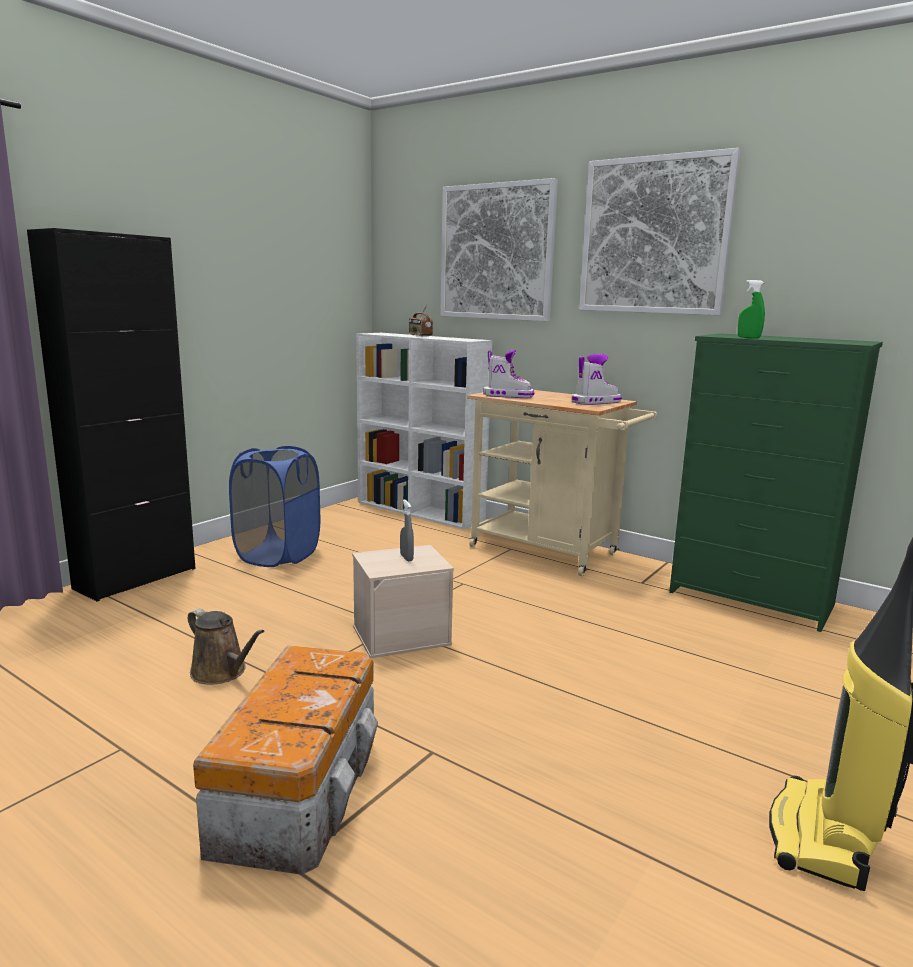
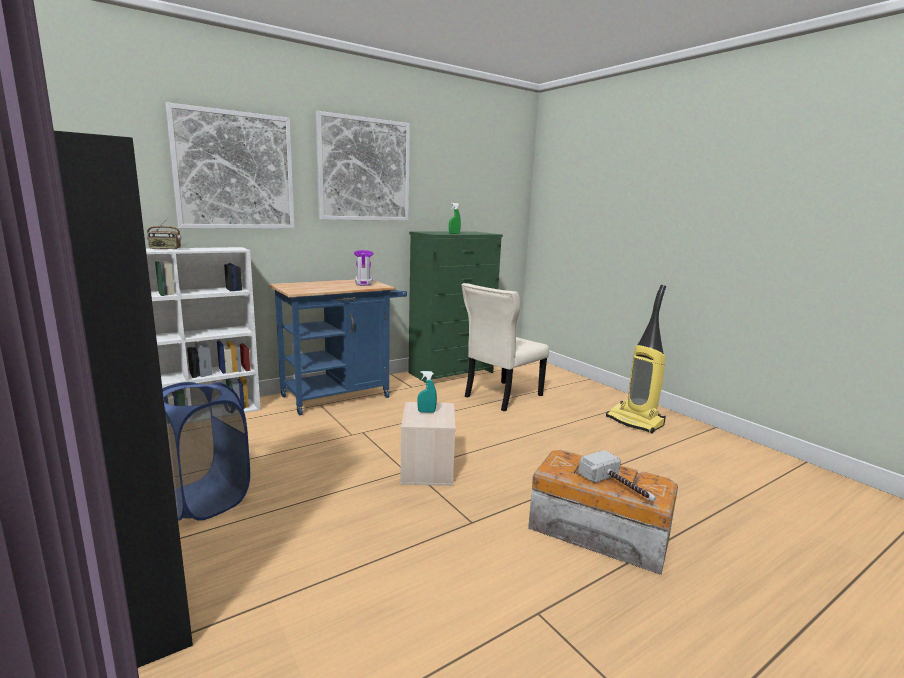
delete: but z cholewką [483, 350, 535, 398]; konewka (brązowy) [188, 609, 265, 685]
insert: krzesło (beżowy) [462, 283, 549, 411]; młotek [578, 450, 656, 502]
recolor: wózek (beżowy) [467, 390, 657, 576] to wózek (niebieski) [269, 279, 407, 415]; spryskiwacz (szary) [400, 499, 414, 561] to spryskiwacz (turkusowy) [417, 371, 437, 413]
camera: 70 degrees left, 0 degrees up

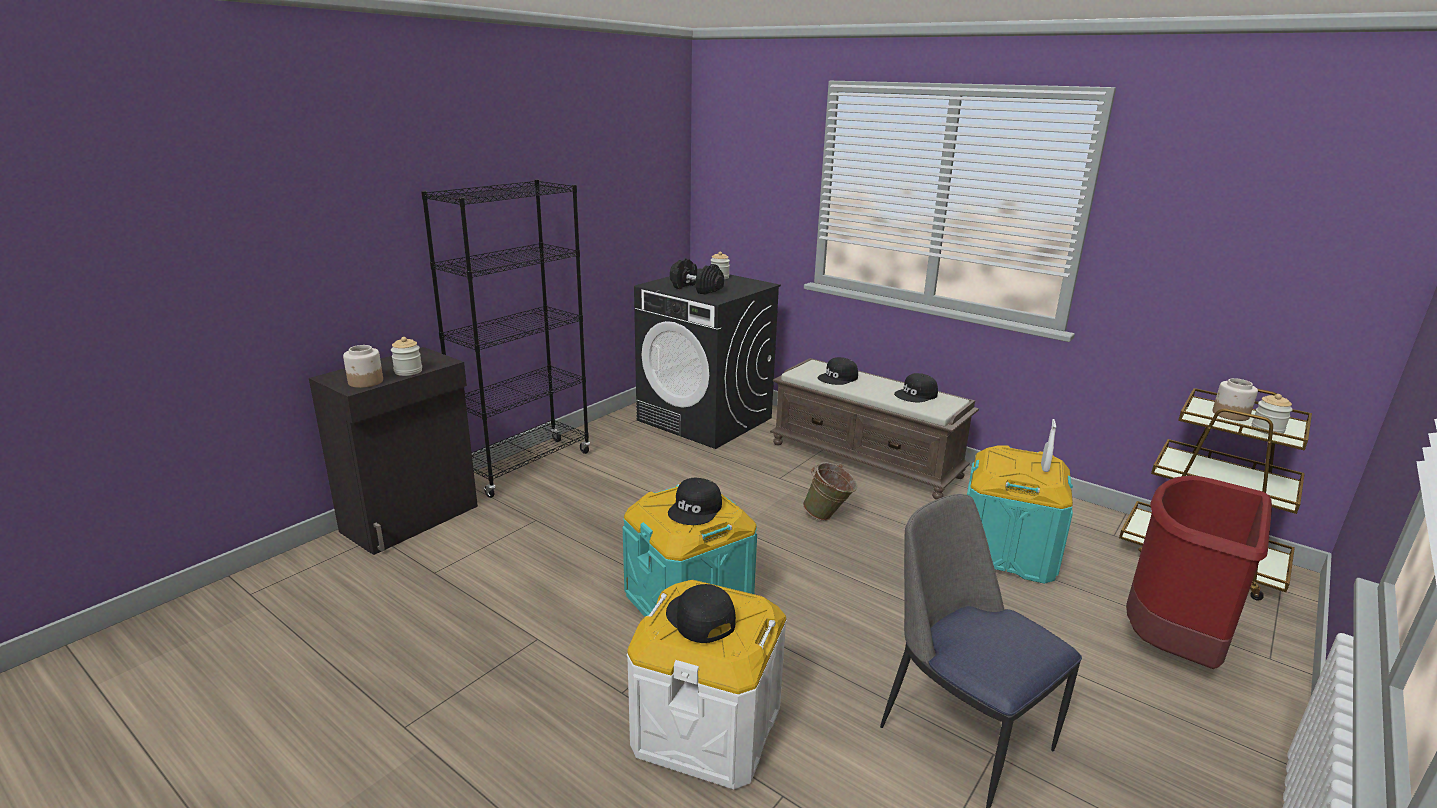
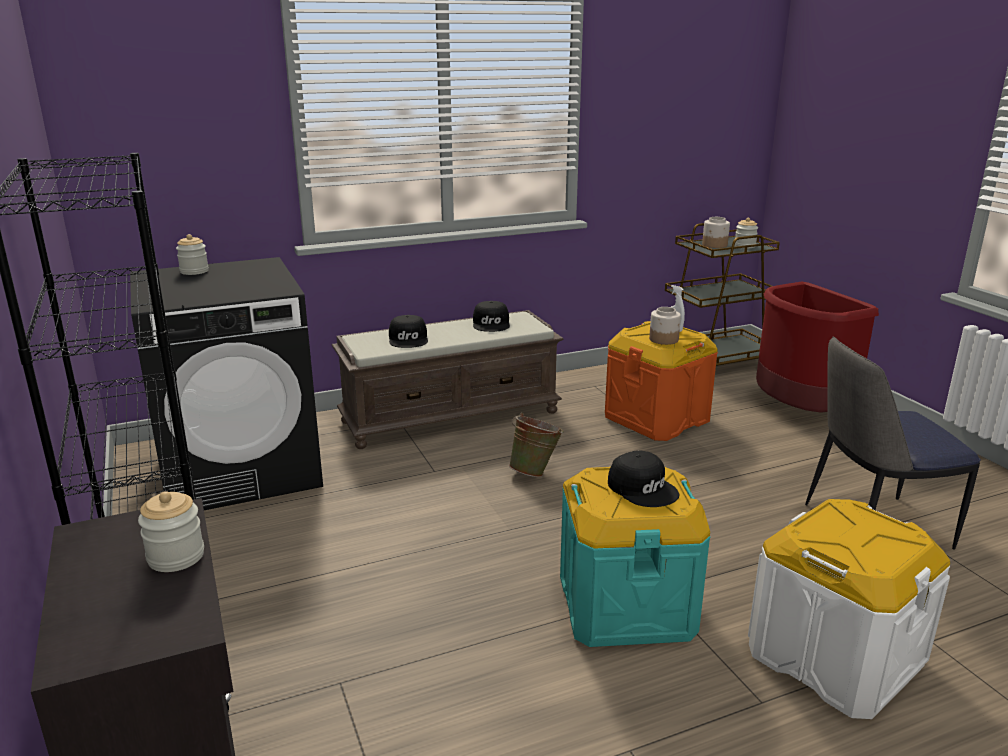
delete: hantel (czarny) [670, 259, 724, 295]; czapka z daszkiem (czarny) [666, 584, 736, 643]
move: słoik [343, 345, 383, 388] to [649, 307, 681, 345]
recolor: pojemnik do przechowywania (turkusowy) [967, 446, 1073, 584] to pojemnik do przechowywania (pomarańczowy) [605, 321, 718, 441]
camera: 60 degrees left, 0 degrees up

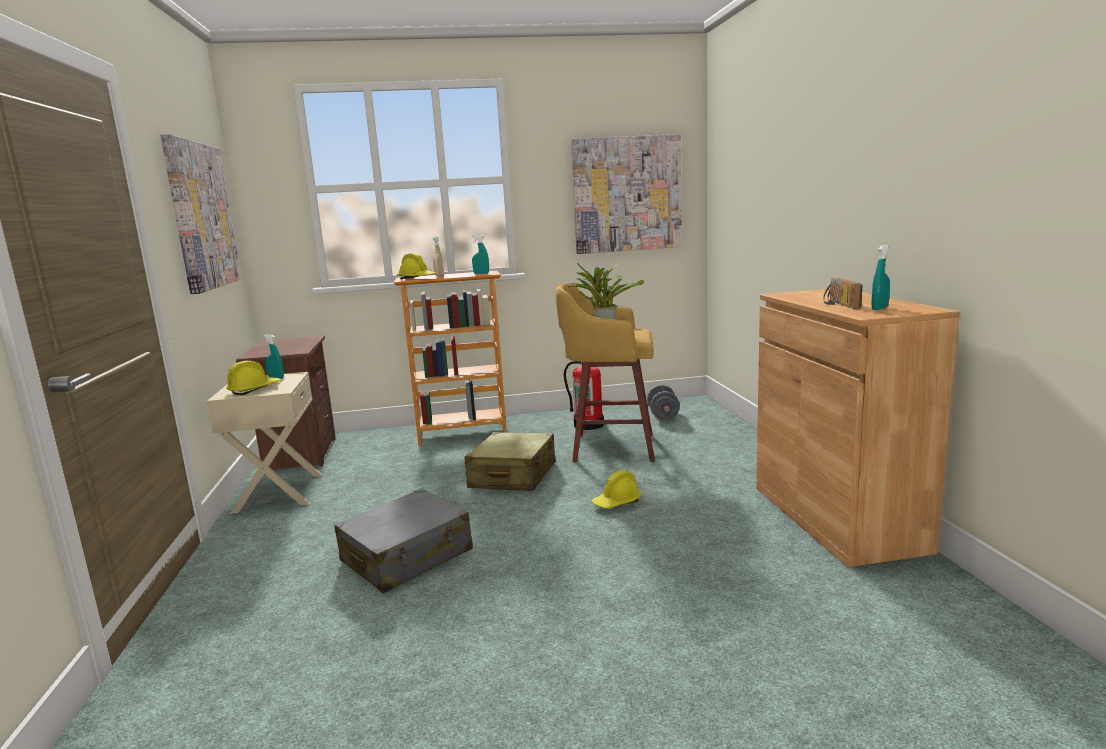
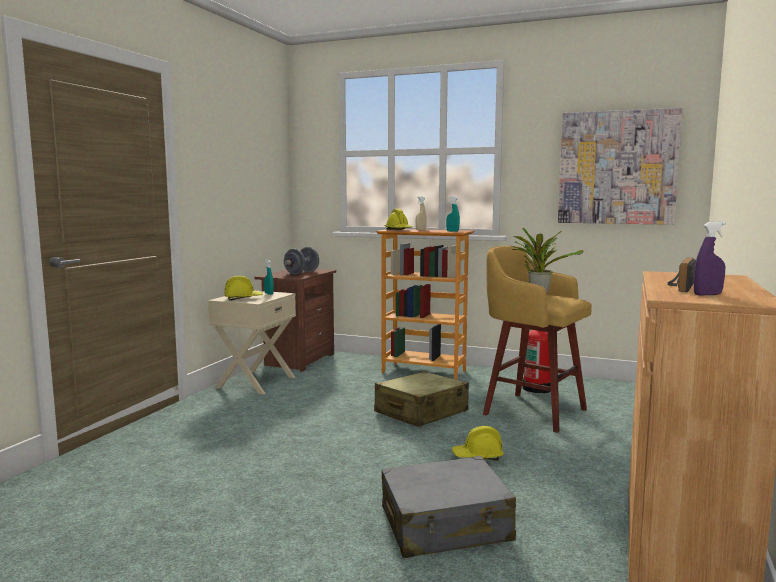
delete: obraz [160, 134, 242, 294]
move: hantel (szary) [647, 385, 680, 420] to [284, 247, 319, 274]; walizka (szary) [334, 489, 473, 593] to [382, 456, 516, 558]
recolor: spryskiwacz (turkusowy) [871, 245, 890, 310] to spryskiwacz (fioletowy) [694, 221, 726, 296]
camera: 30 degrees right, 5 degrees down

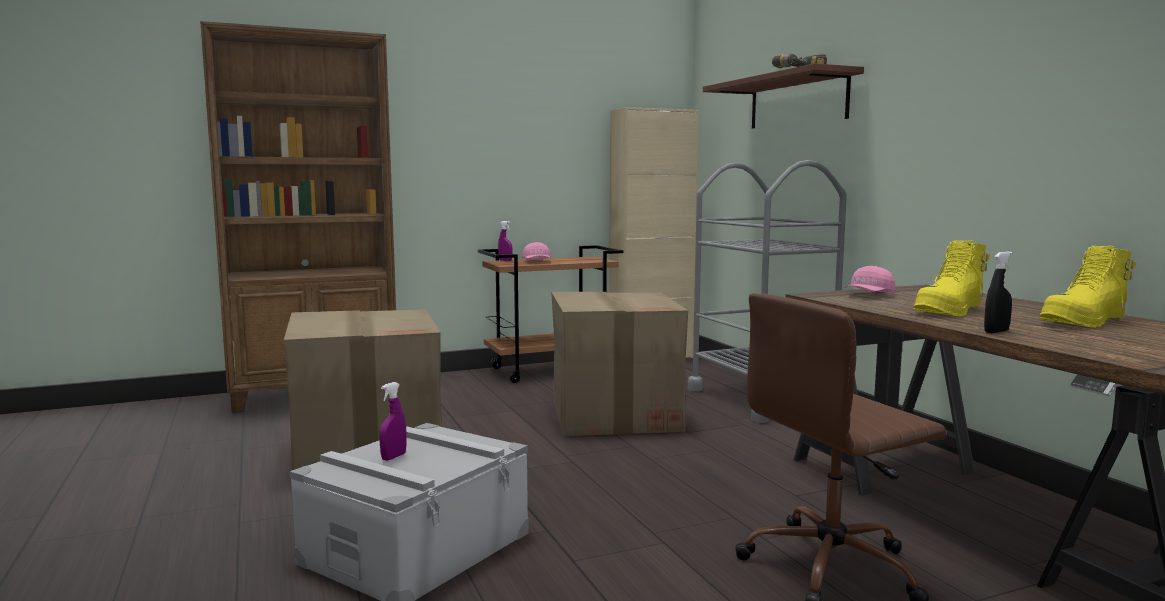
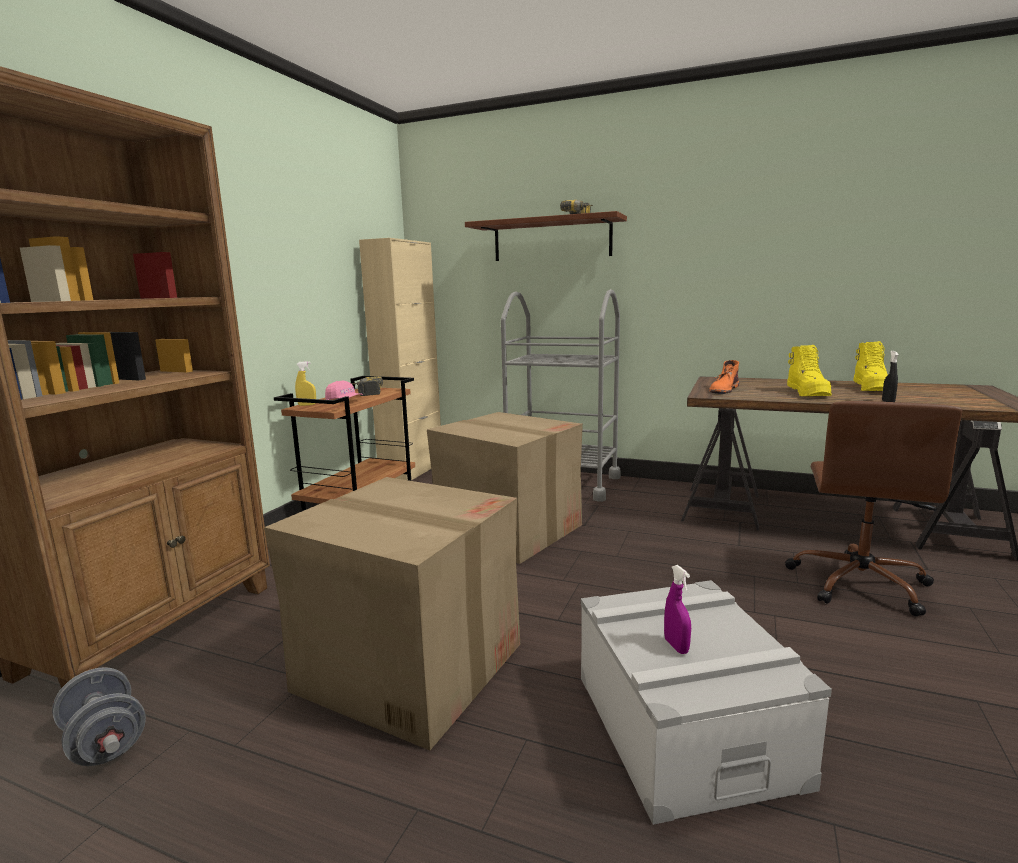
insert: wiertarka [351, 377, 383, 396]; hantel (szary) [52, 667, 146, 766]
replace: czapka z daszkiem (różowy) [844, 266, 896, 294] to but z cholewką (pomarańczowy) [709, 360, 739, 394]
recolor: spryskiwacz (fioletowy) [498, 221, 512, 261] to spryskiwacz (żółty) [295, 361, 316, 406]
camera: 45 degrees left, 5 degrees up

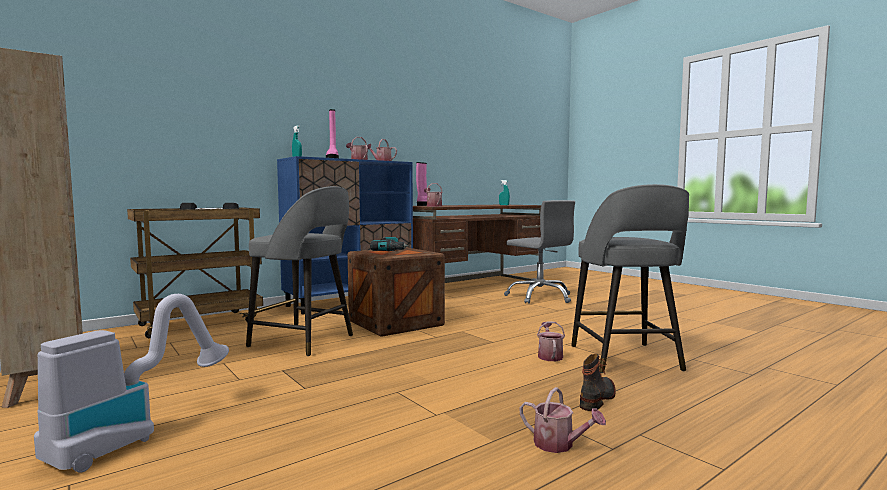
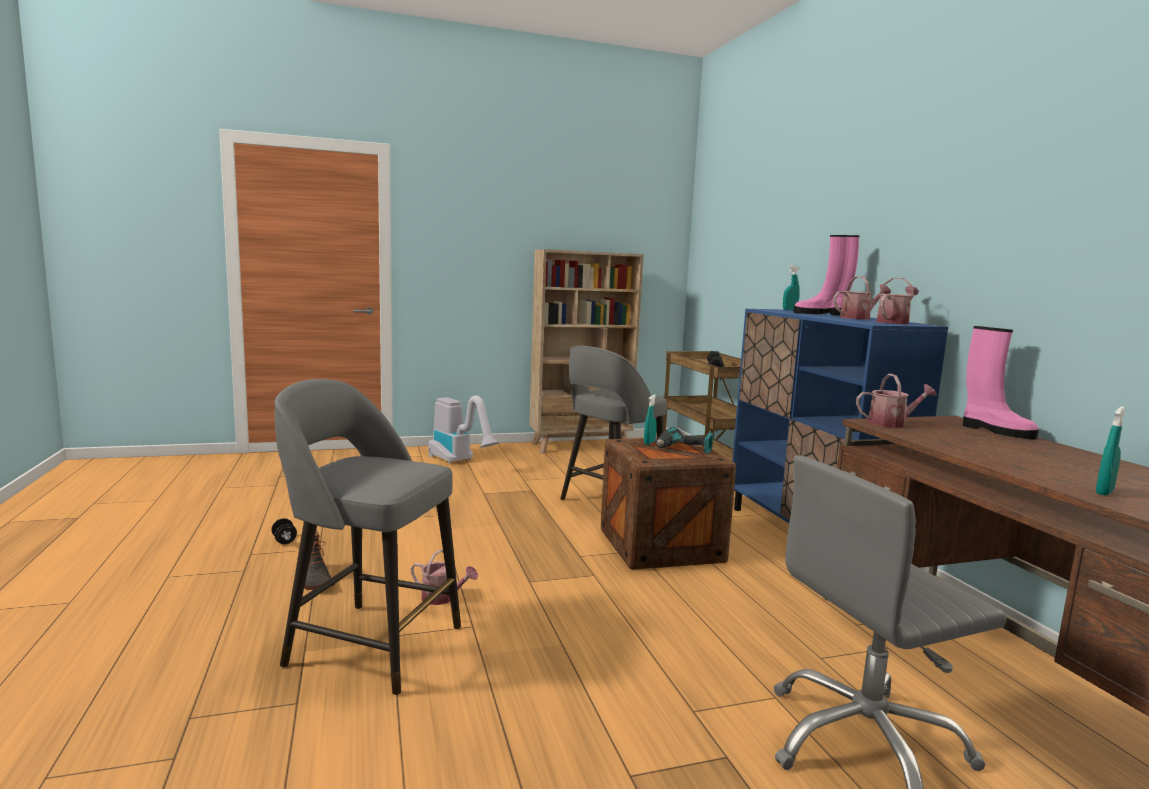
insert: spryskiwacz (turkusowy) [644, 395, 657, 445]
replace: konewka [519, 387, 606, 453] to hantel (czarny) [271, 518, 297, 544]
camera: 110 degrees right, 5 degrees up

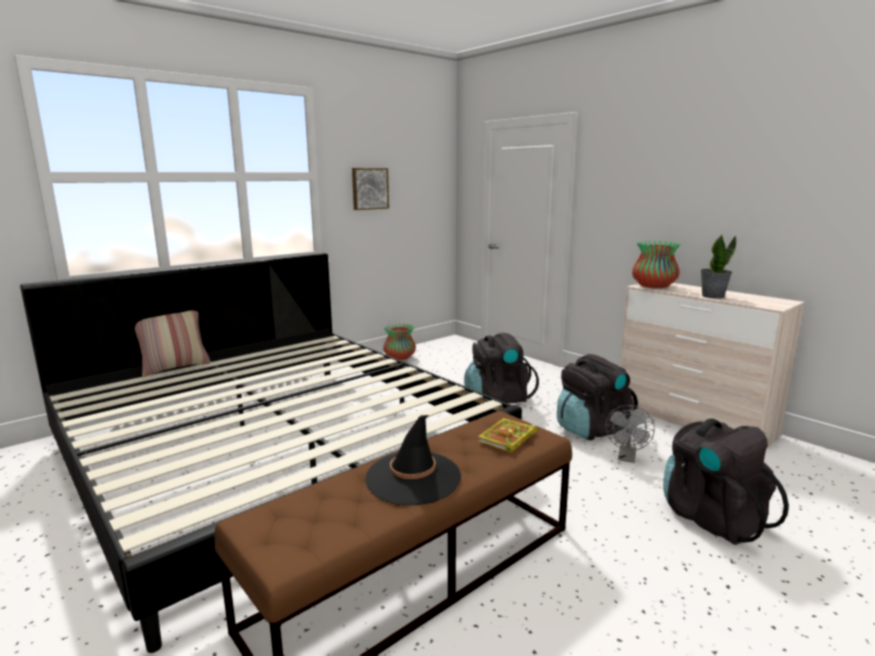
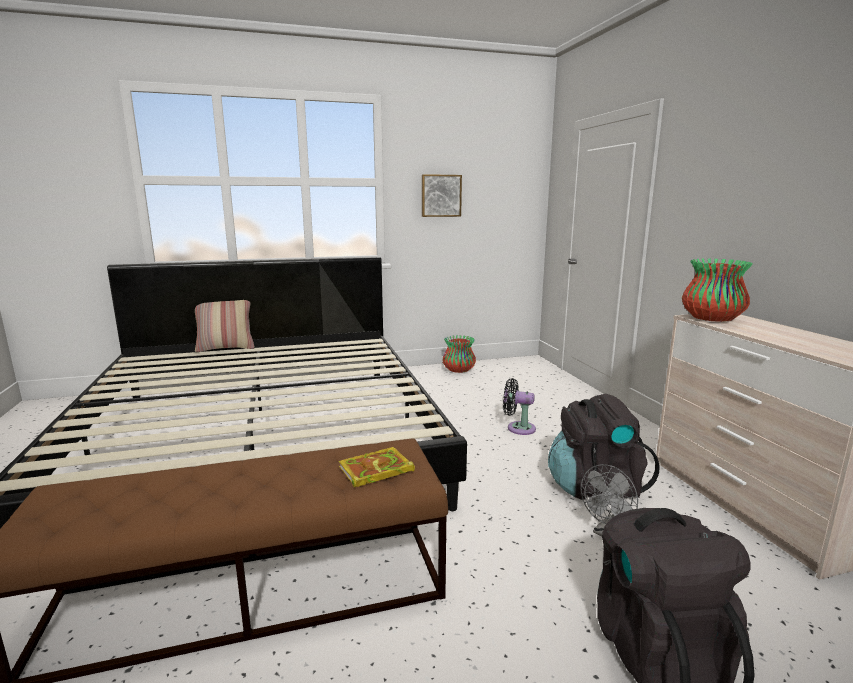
delete: roślina doniczkowa [701, 235, 736, 299]; kapelusz (czarny) [365, 415, 461, 505]
replace: plecak (czarny) [464, 333, 539, 403] to wentylator (czarny) [503, 378, 536, 435]
camera: 25 degrees right, 0 degrees up

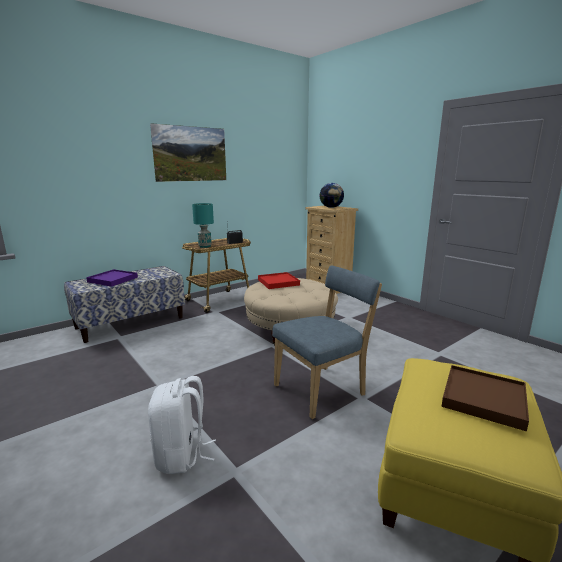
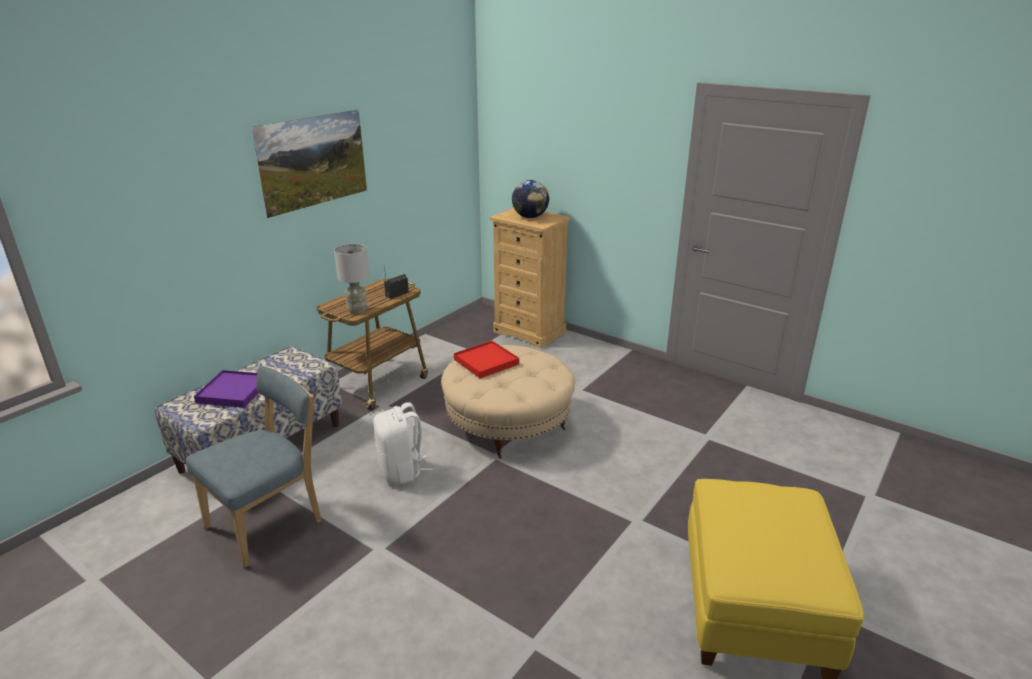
delete: taca (brązowy) [441, 365, 529, 431]
move: krzesło (niebieski) [272, 265, 382, 419] to [186, 366, 322, 568]; plecak (biały) [148, 376, 216, 474] to [373, 402, 433, 485]
recolor: lampa stołowa (turkusowy) [192, 203, 214, 248] to lampa stołowa (szary) [334, 244, 369, 314]
camera: 15 degrees left, 10 degrees up

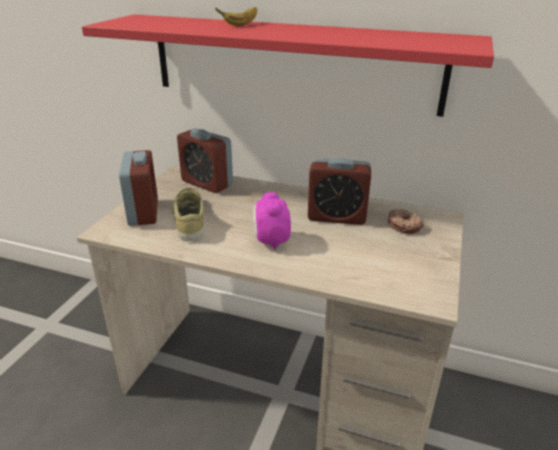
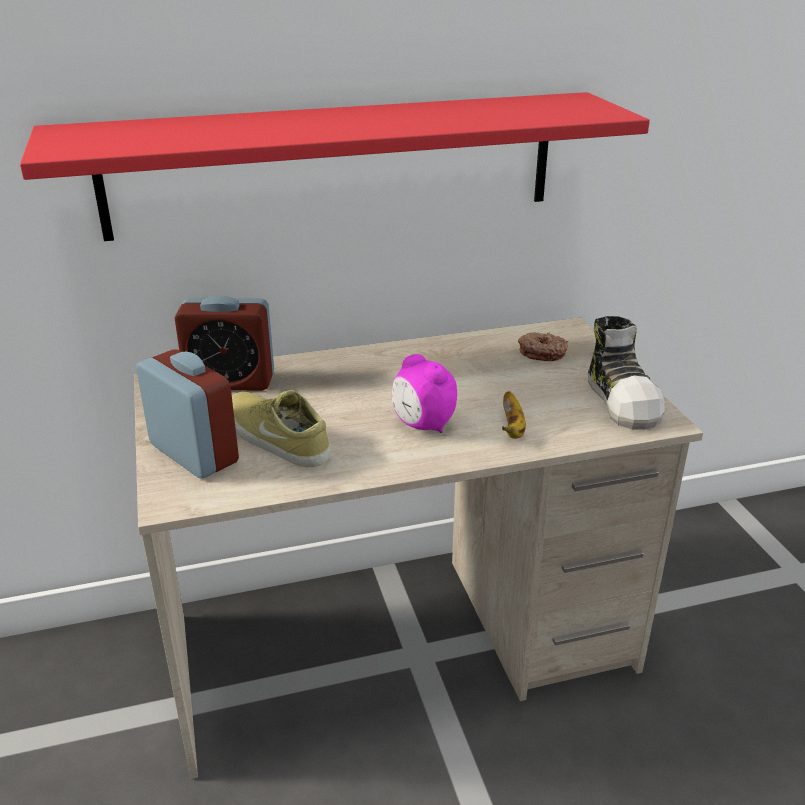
delete: budzik [308, 158, 371, 225]
insert: but [588, 316, 666, 430]
move: banan [215, 7, 257, 26] to [502, 391, 526, 439]
camera: 35 degrees left, 0 degrees up

